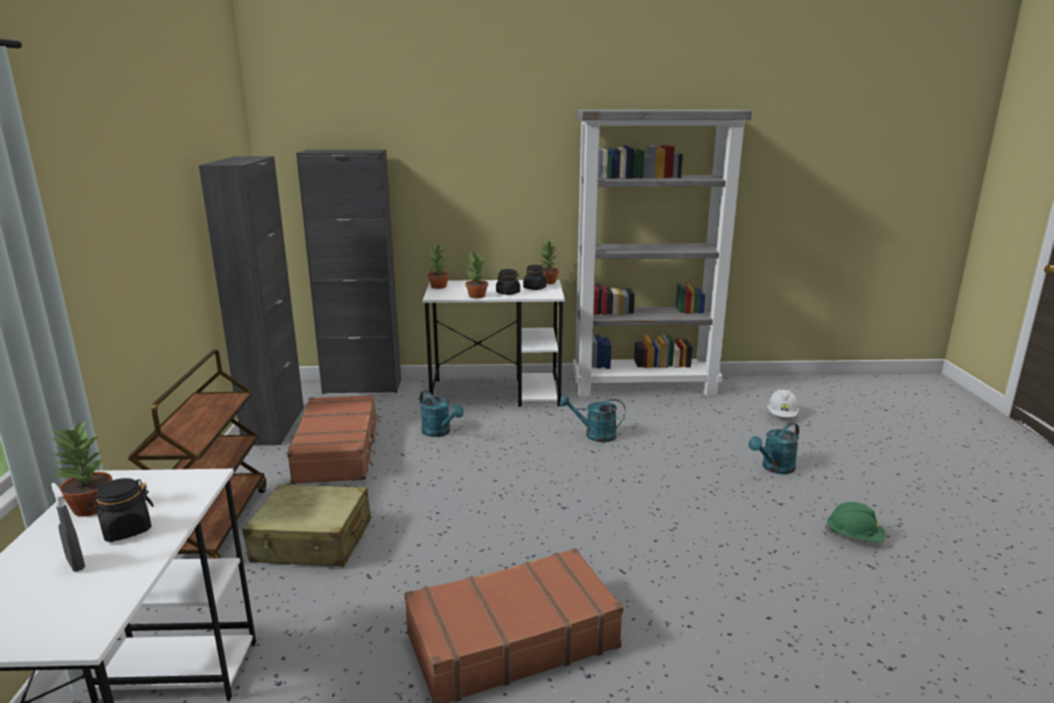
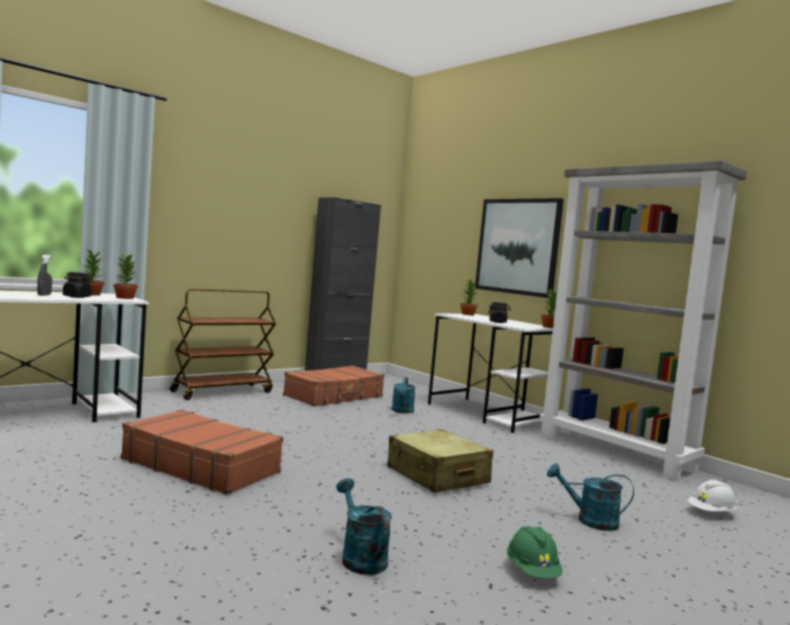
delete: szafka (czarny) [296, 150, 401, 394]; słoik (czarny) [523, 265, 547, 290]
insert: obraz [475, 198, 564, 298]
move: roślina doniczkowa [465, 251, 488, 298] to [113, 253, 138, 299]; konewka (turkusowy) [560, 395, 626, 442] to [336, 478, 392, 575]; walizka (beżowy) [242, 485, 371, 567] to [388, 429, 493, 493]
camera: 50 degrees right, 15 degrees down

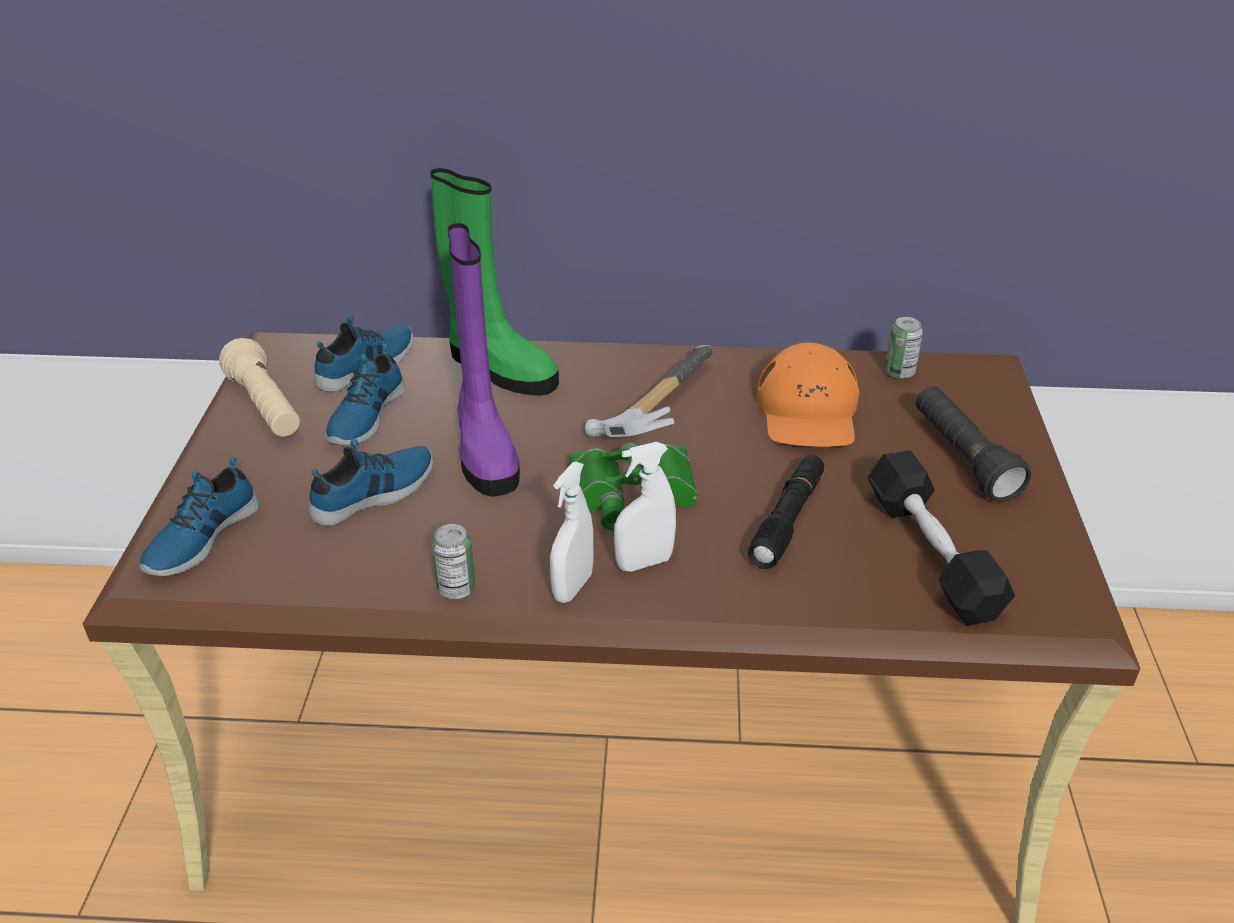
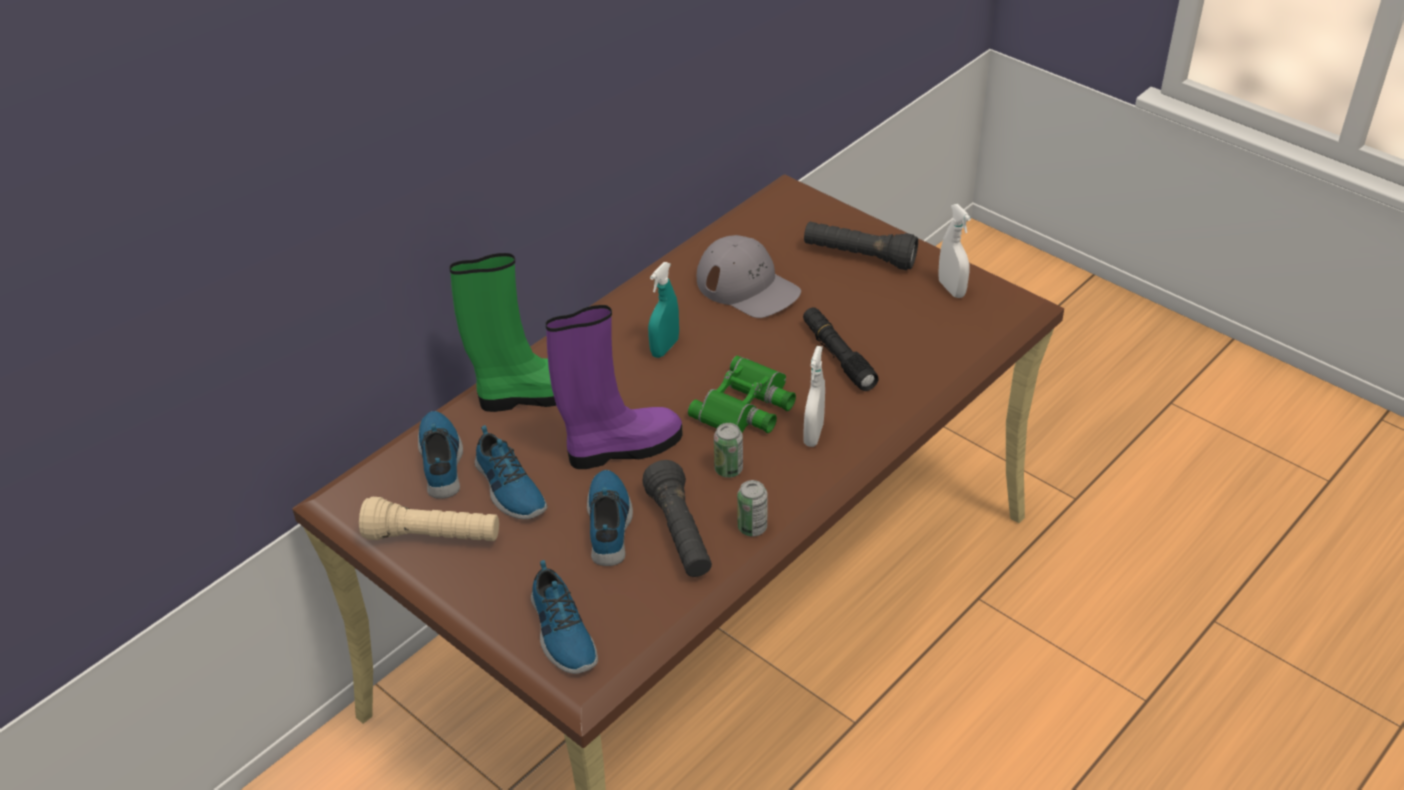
delete: hantel (czarny) [868, 450, 1015, 626]
insert: latarka (czarny) [642, 460, 712, 577]
move: puszka [885, 317, 923, 379] to [714, 423, 743, 478]; spryskiwacz (biały) [550, 462, 593, 603] to [938, 204, 971, 298]
replace: młotek [585, 345, 713, 437] to spryskiwacz (turkusowy) [648, 262, 679, 358]
recolor: czapka z daszkiem (pomarańczowy) [757, 343, 859, 447] to czapka z daszkiem (szary) [697, 235, 801, 318]
rotate: but z cholewką (fioletowy) [448, 223, 520, 497] = [546, 305, 683, 469] 45 degrees counterclockwise
camera: 50 degrees left, 5 degrees up

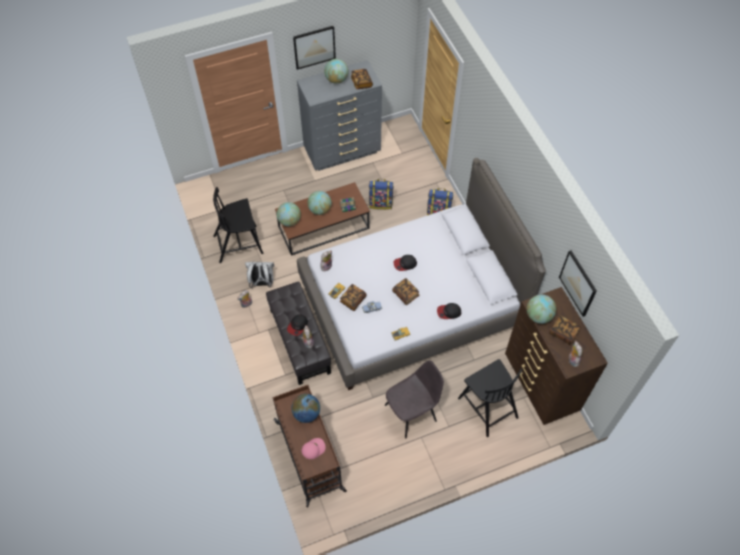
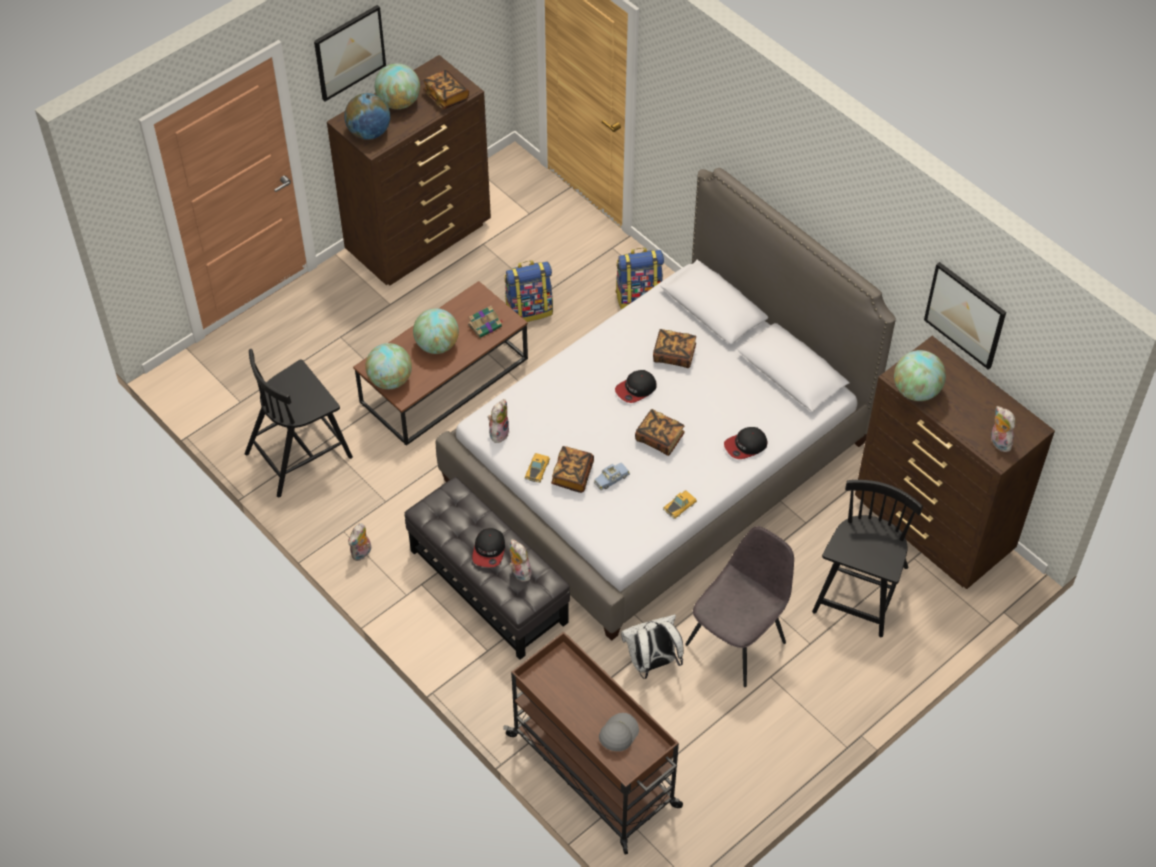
move: plecak (biały) [245, 262, 274, 288] to [621, 614, 684, 679]; książka [549, 315, 581, 345] to [653, 329, 696, 368]; globus [292, 394, 320, 423] to [344, 93, 390, 140]
recolor: komoda (szary) [297, 60, 382, 171] to komoda (brązowy) [327, 55, 491, 285]; czapka z daszkiem (różowy) [302, 438, 325, 459] to czapka z daszkiem (szary) [599, 713, 639, 751]
rotate: krzesło (czarny) [458, 359, 523, 437] = [812, 480, 923, 637] 105 degrees counterclockwise
camera: 20 degrees left, 5 degrees down

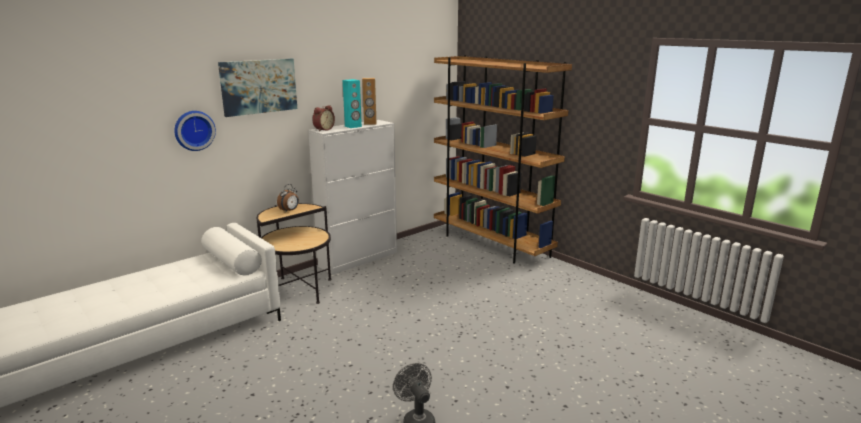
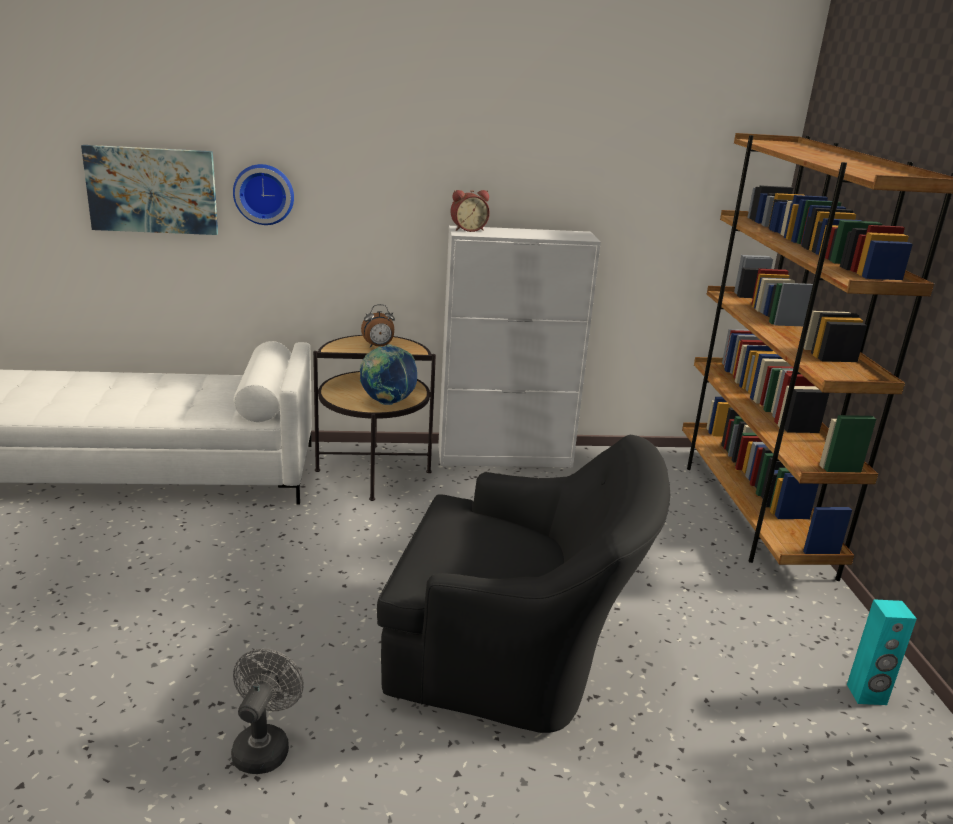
delete: głośnik (brązowy) [362, 78, 377, 125]
insert: globus [360, 344, 417, 405]; fotel (czarny) [377, 435, 670, 733]
move: obraz [218, 58, 297, 117] to [81, 145, 218, 235]; głośnik (turkusowy) [343, 79, 362, 128] to [847, 599, 917, 705]
camera: 35 degrees right, 5 degrees up

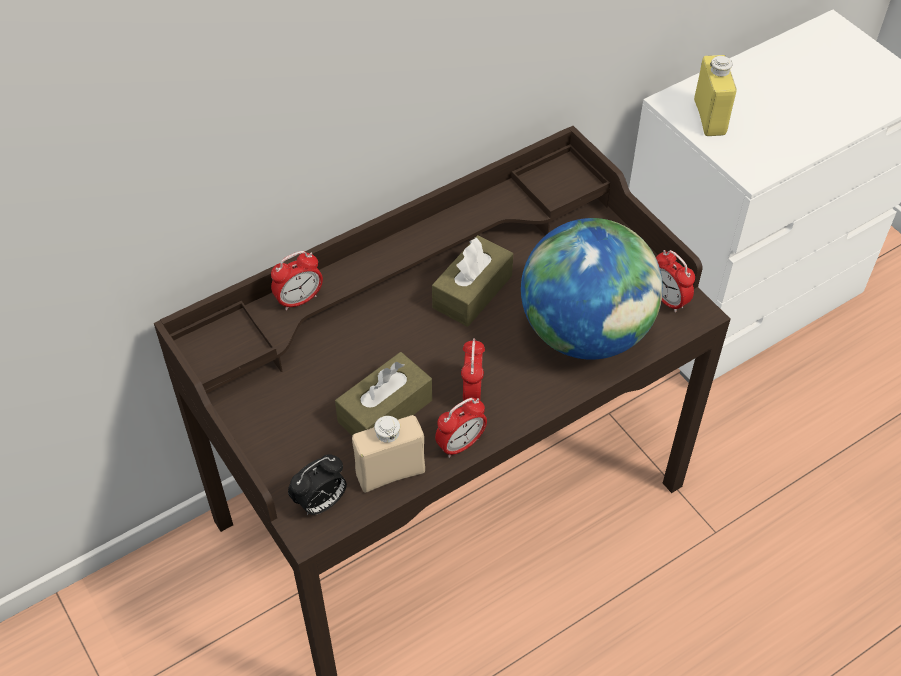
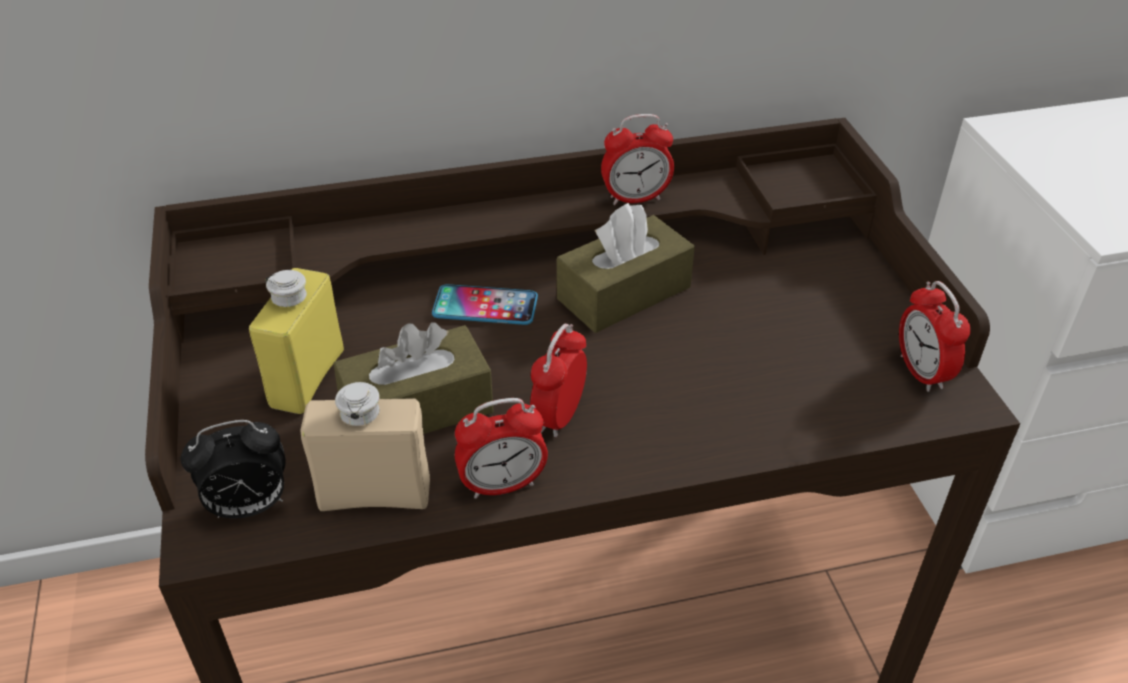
delete: globus [521, 218, 663, 360]
insert: telefon [432, 284, 538, 325]
move: butelka (żółty) [694, 55, 737, 136] to [249, 268, 344, 414]; budzik [271, 251, 323, 310] to [601, 114, 674, 205]
camera: 20 degrees right, 10 degrees down

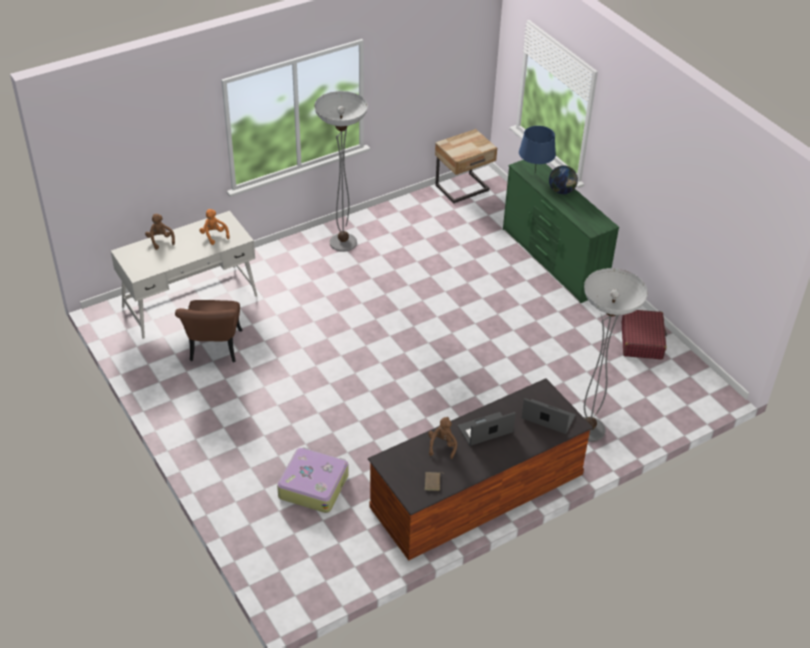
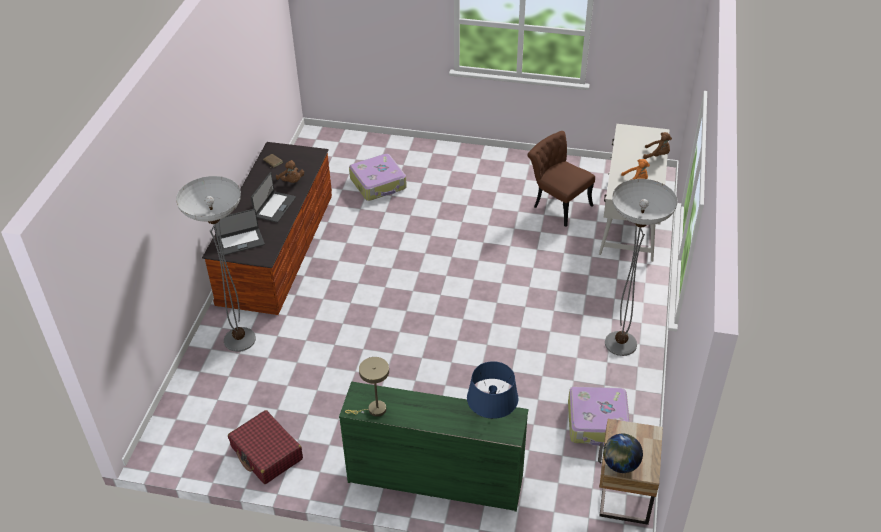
insert: lampa stołowa (beżowy) [345, 357, 389, 417]; walizka [568, 387, 630, 446]
move: globus [549, 165, 578, 194] to [603, 434, 643, 473]
camera: 135 degrees right, 0 degrees up

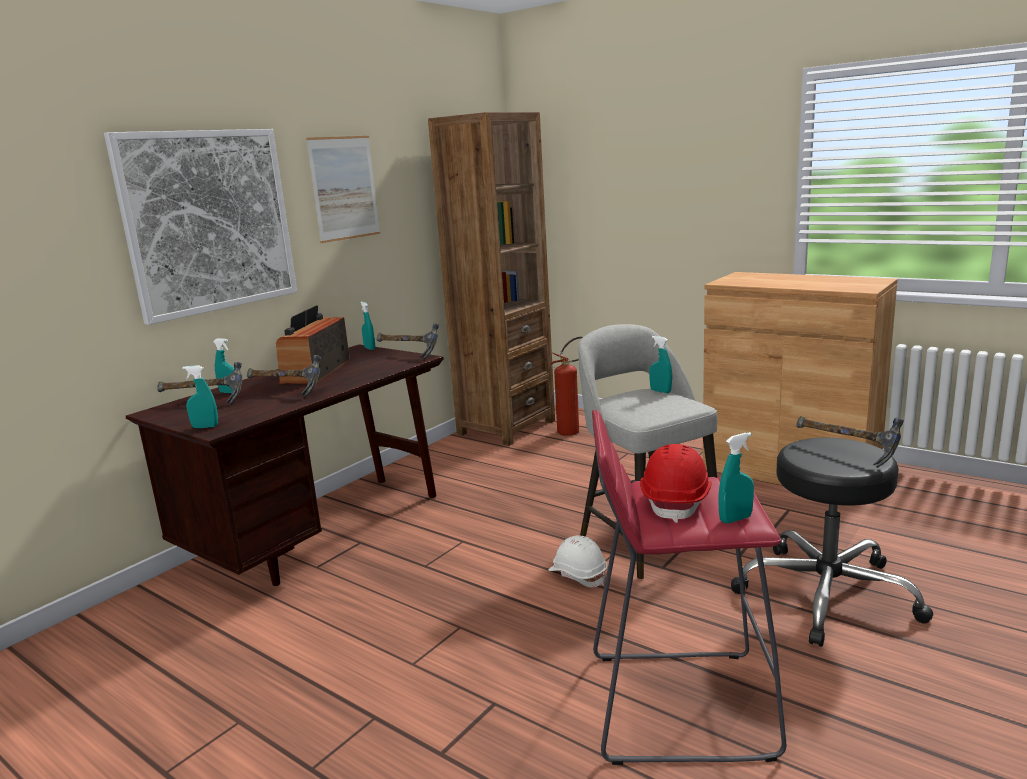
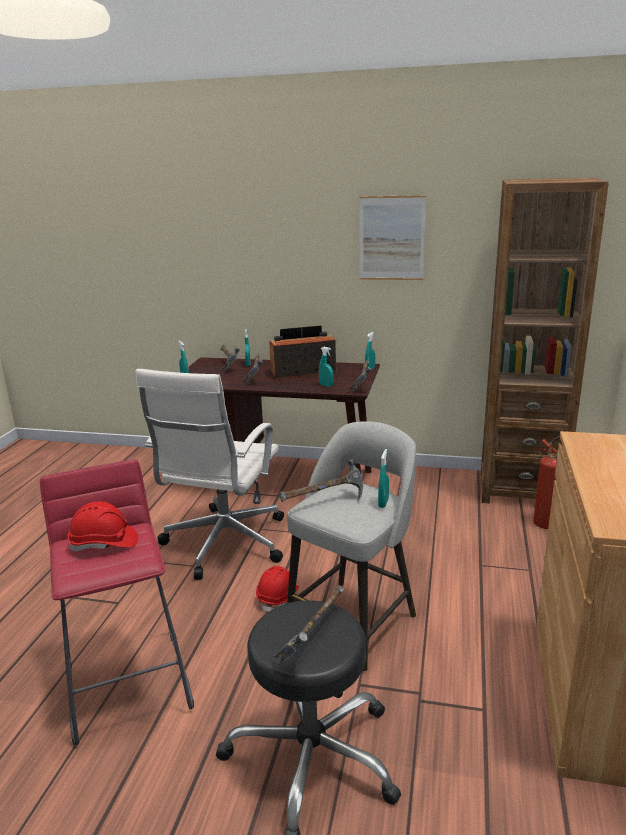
delete: obraz [104, 129, 297, 325]
insert: krzesło biurowe (biały) [135, 369, 284, 580]; młotek [279, 459, 363, 502]
move: spryskiwacz (turkusowy) [718, 432, 754, 523] to [319, 347, 334, 387]
recolor: kask (biały) [549, 536, 607, 587] to kask (czerwony) [256, 566, 299, 612]
camera: 65 degrees right, 5 degrees up

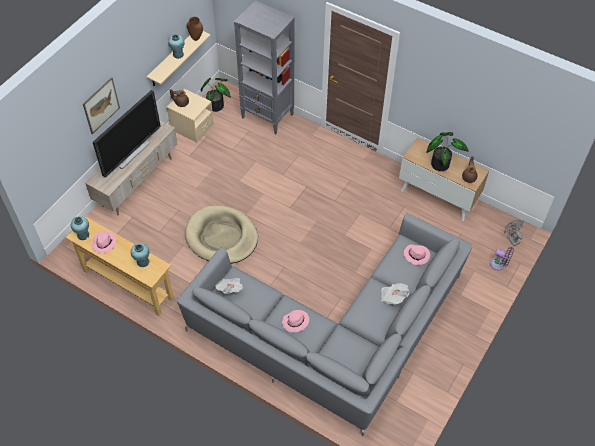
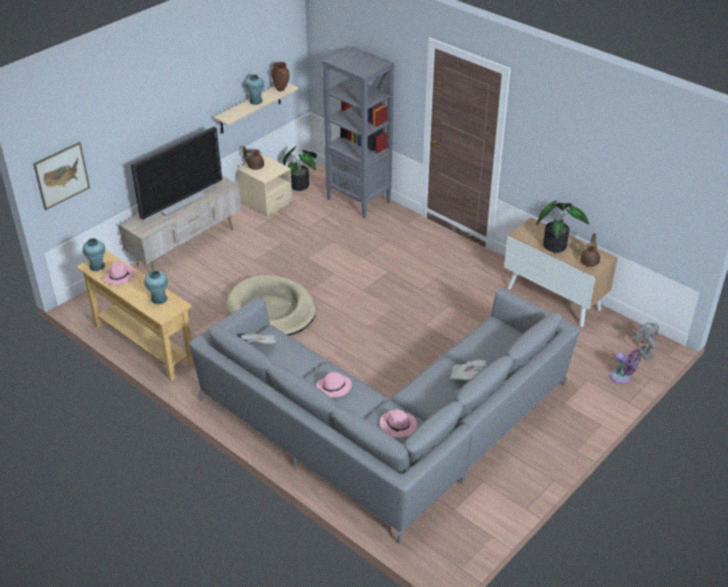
move: obraz [83, 77, 120, 134] to [33, 142, 90, 210]; kapelusz (różowy) [404, 244, 430, 265] to [380, 409, 417, 437]
camera: 10 degrees right, 15 degrees down

